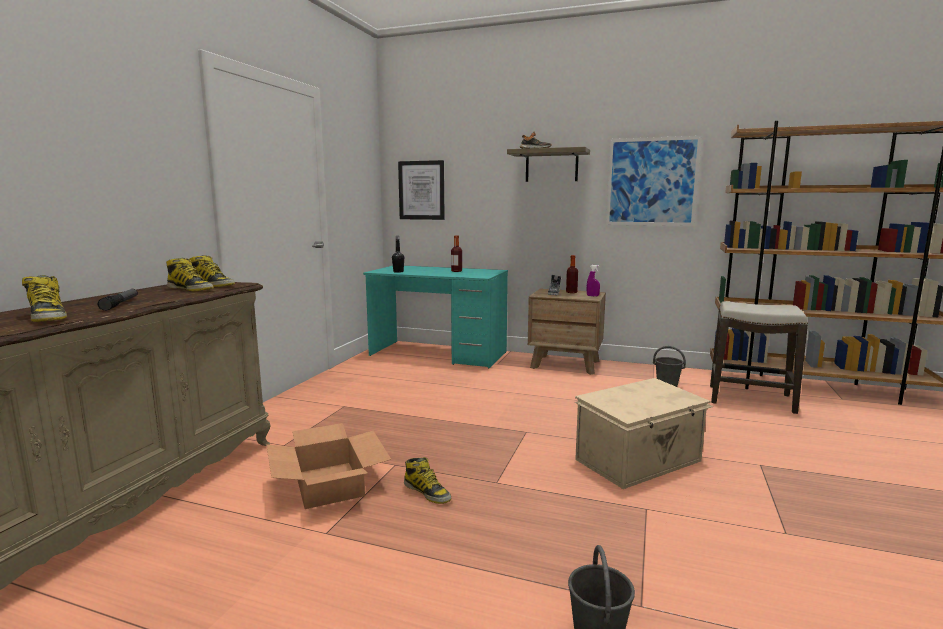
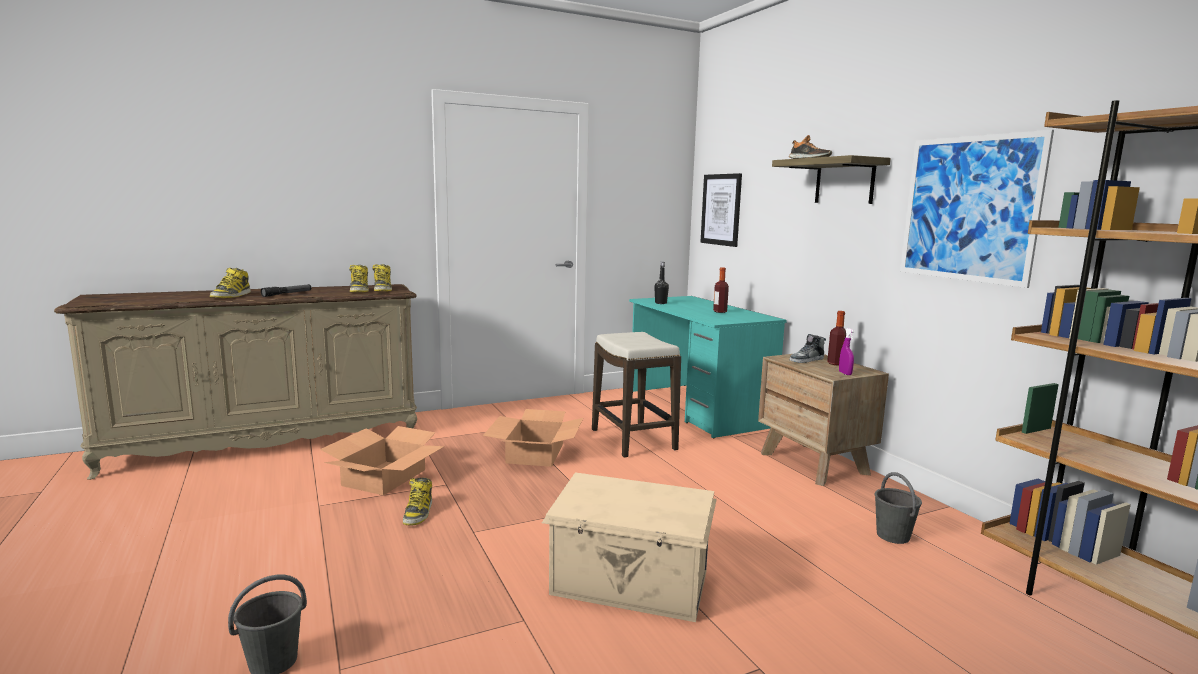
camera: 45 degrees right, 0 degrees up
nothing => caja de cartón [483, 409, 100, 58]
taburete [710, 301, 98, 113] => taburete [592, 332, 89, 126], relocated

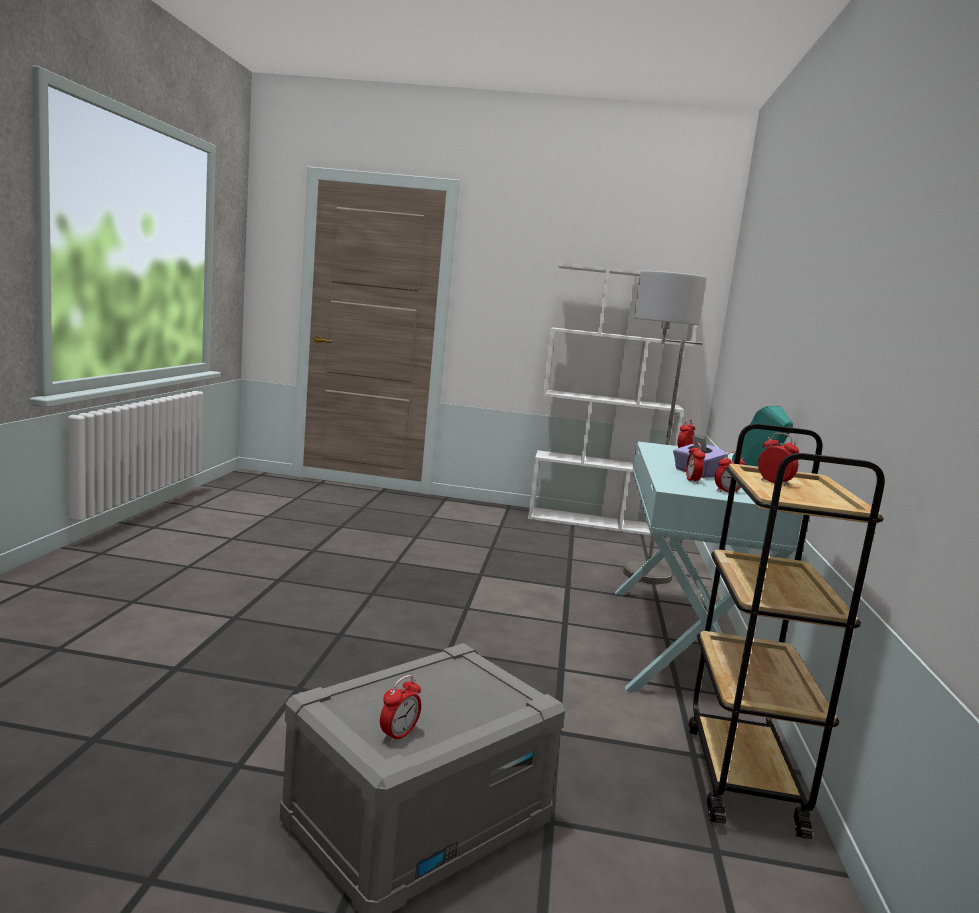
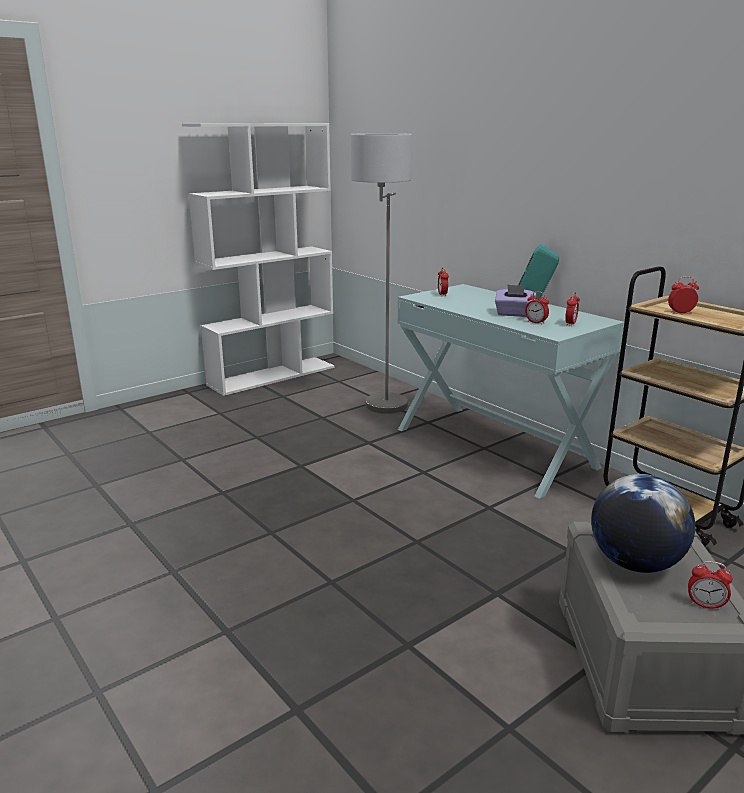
camera: 45 degrees left, 10 degrees up
nothing => globo terráqueo [591, 474, 104, 99]
despertador [380, 675, 41, 69] => despertador [688, 561, 45, 49], 120 degrees clockwise

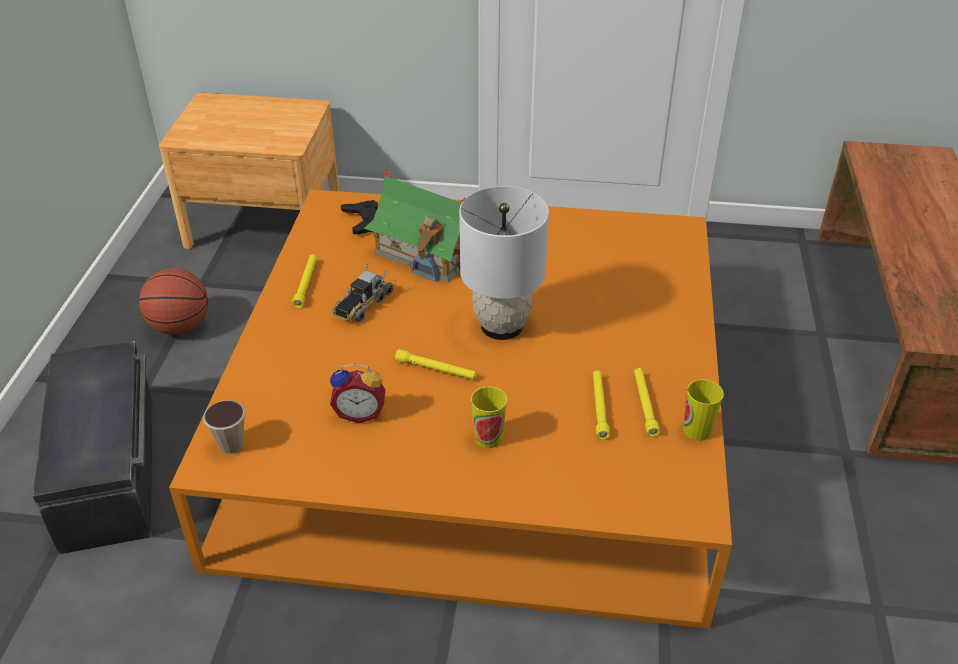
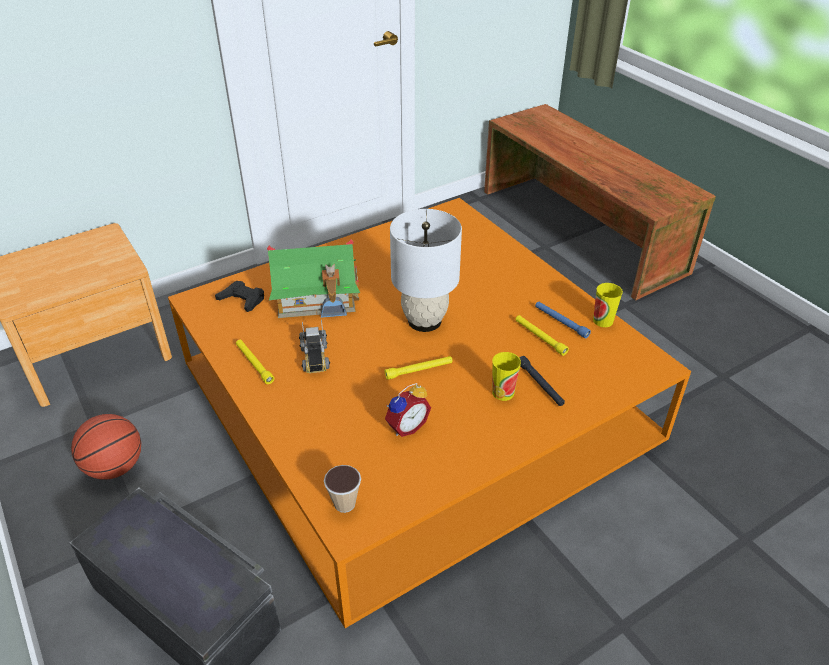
camera: 40 degrees left, 0 degrees up
nothing => linterna (negro) [519, 356, 46, 50]
linterna (amarillo) [634, 368, 26, 69] => linterna (azul) [535, 302, 56, 37]

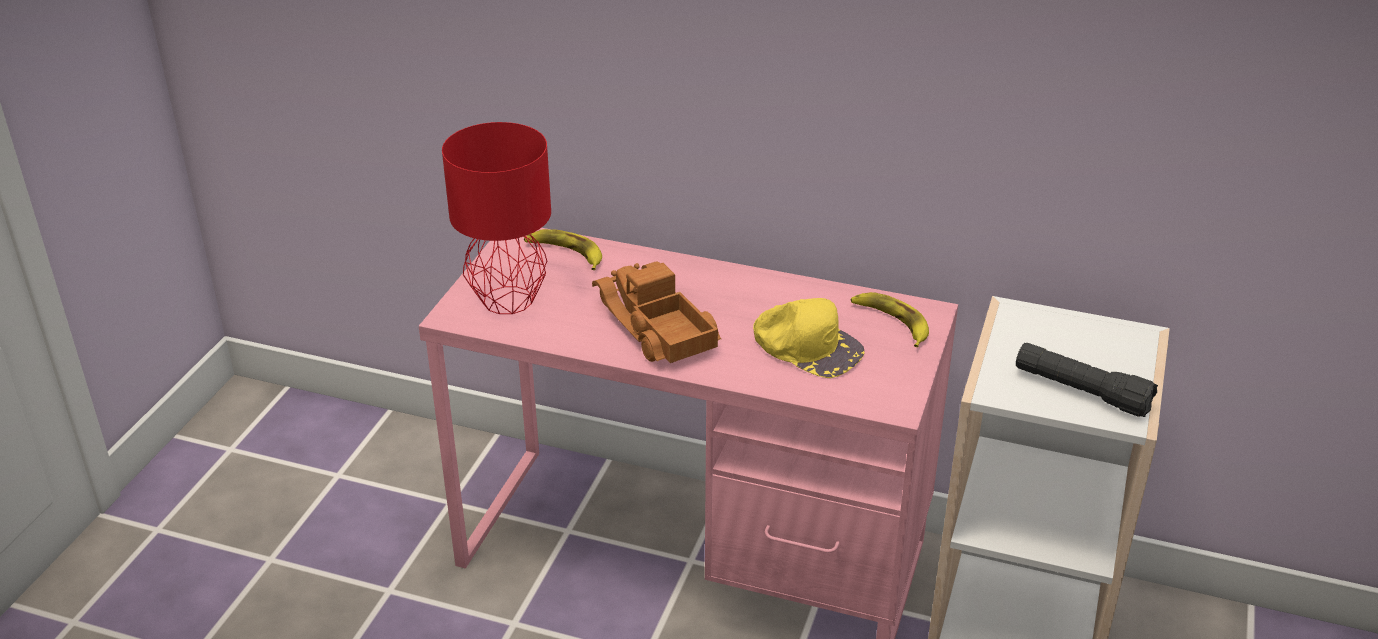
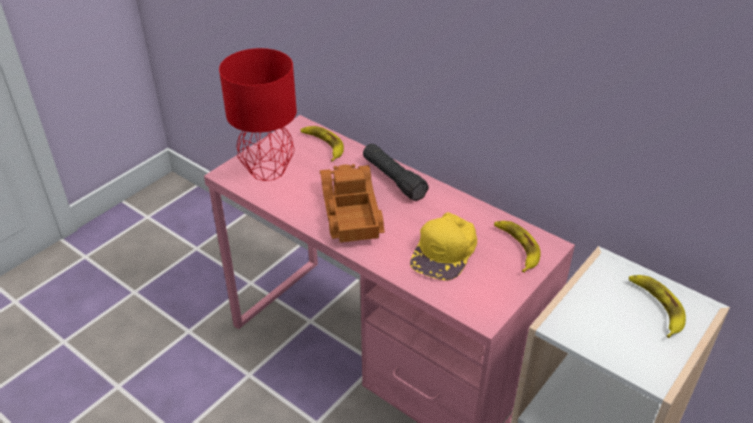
camera: 20 degrees right, 5 degrees up
nothing => plátano [629, 275, 57, 63]
linterna (negro) [1016, 343, 142, 74] => linterna (negro) [363, 144, 66, 57], relocated
gorra (amarillo) [753, 298, 112, 80] => gorra (amarillo) [410, 212, 67, 68], 60 degrees clockwise

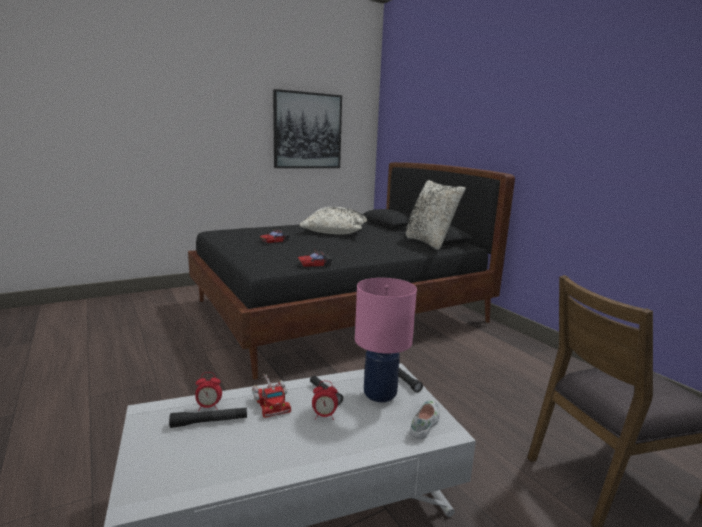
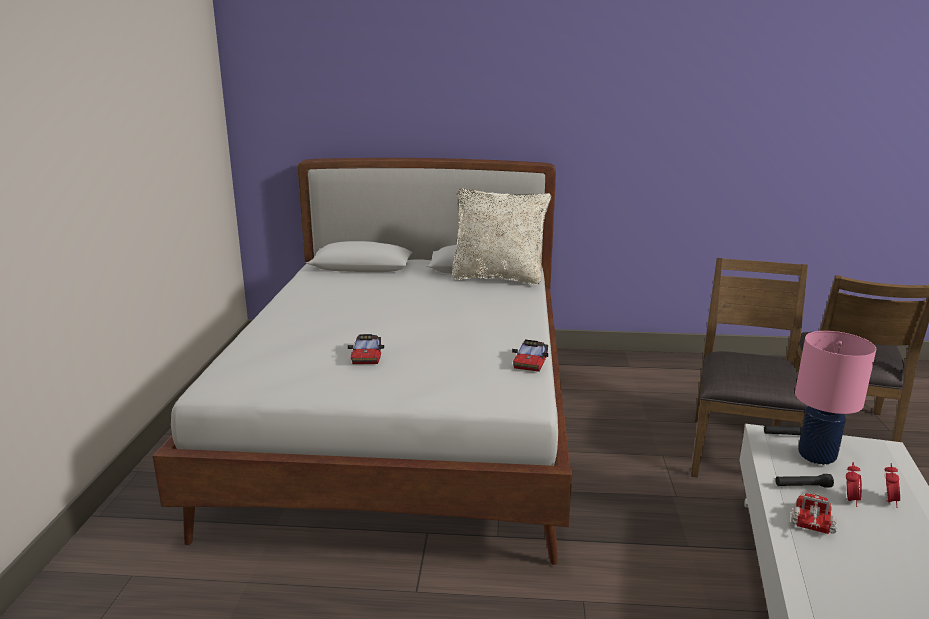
camera: 55 degrees left, 5 degrees up
linterna (negro) [169, 407, 78, 21] => nothing
cuadro [273, 89, 69, 79] => nothing
cojín (beis) [299, 207, 68, 27] => nothing
zapato (blanco) [410, 400, 30, 40] => nothing
nothing => silla (marrón) [691, 258, 117, 220]
despertador [195, 372, 27, 39] => despertador [885, 463, 15, 45], relocated
cama (negro) [188, 162, 327, 218] => cama (blanco) [152, 158, 420, 407]
camión de juguete [252, 373, 39, 45] => camión de juguete [791, 493, 46, 41], 75 degrees counterclockwise

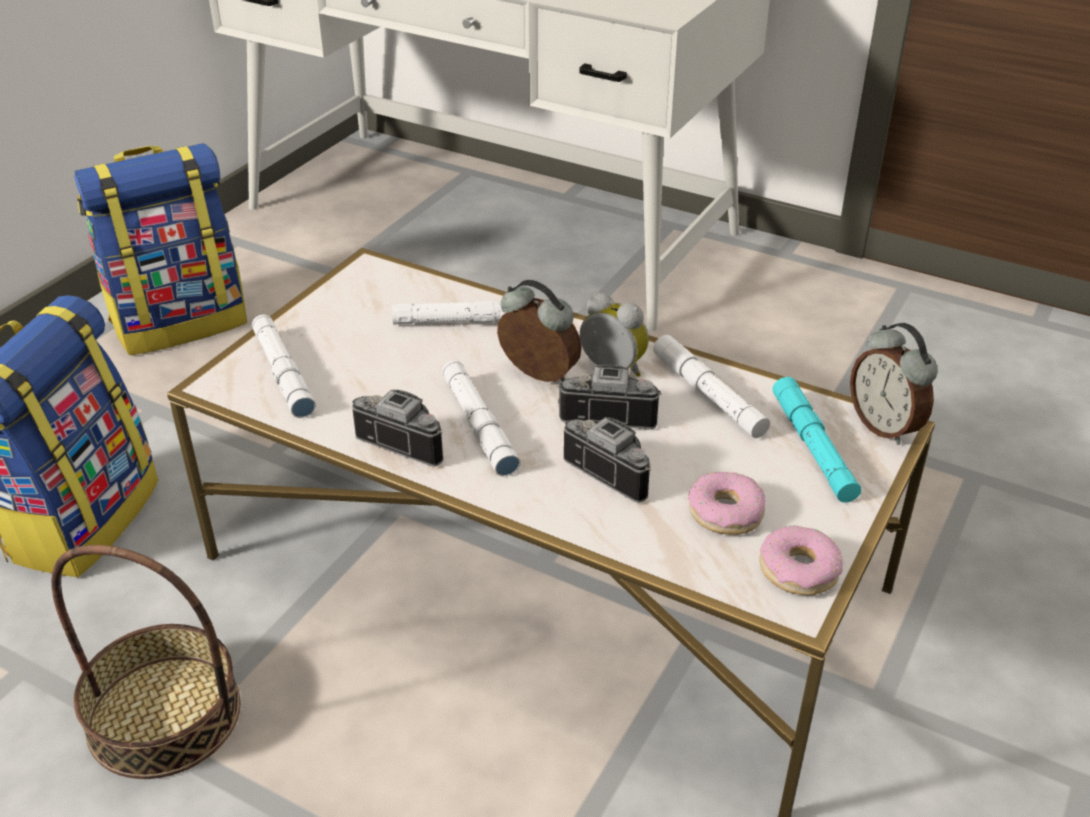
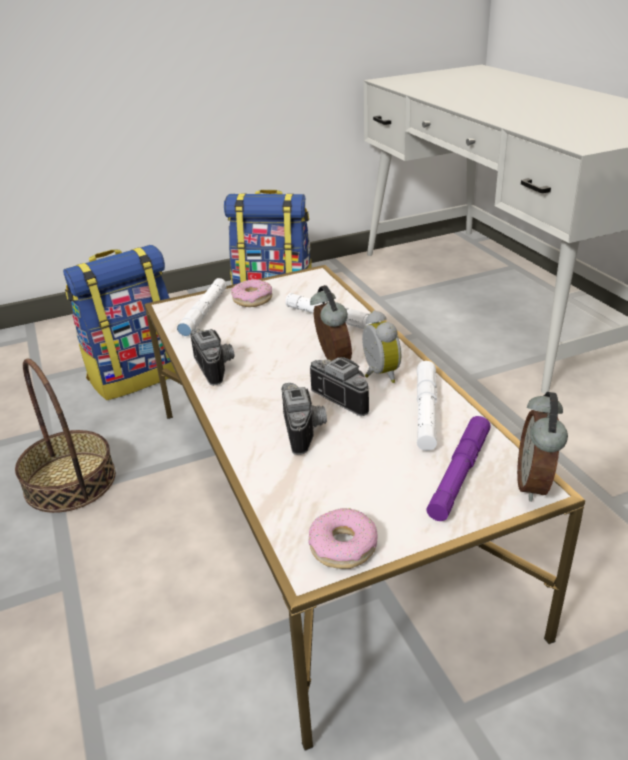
camera: 40 degrees right, 5 degrees down
linterna (blanco) [442, 360, 79, 117] => nothing
rosquilla [688, 472, 78, 63] => rosquilla [231, 279, 41, 28], relocated
linterna (turquesa) [773, 377, 89, 126] => linterna (morado) [426, 416, 65, 105]

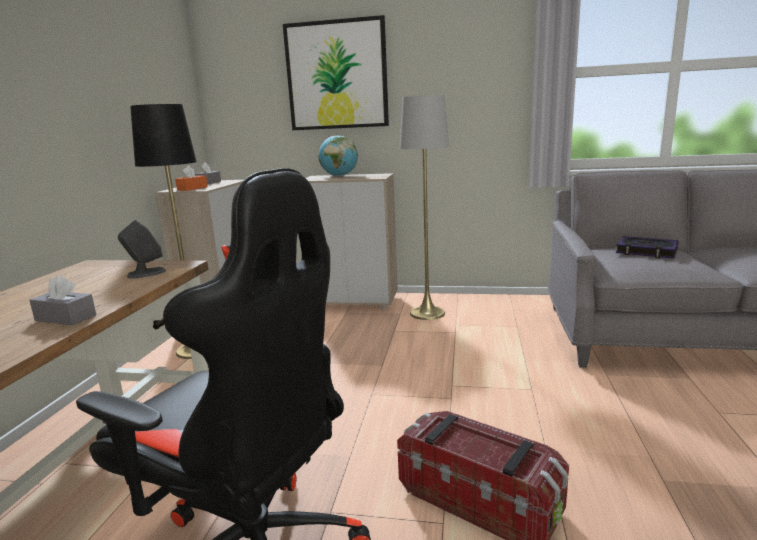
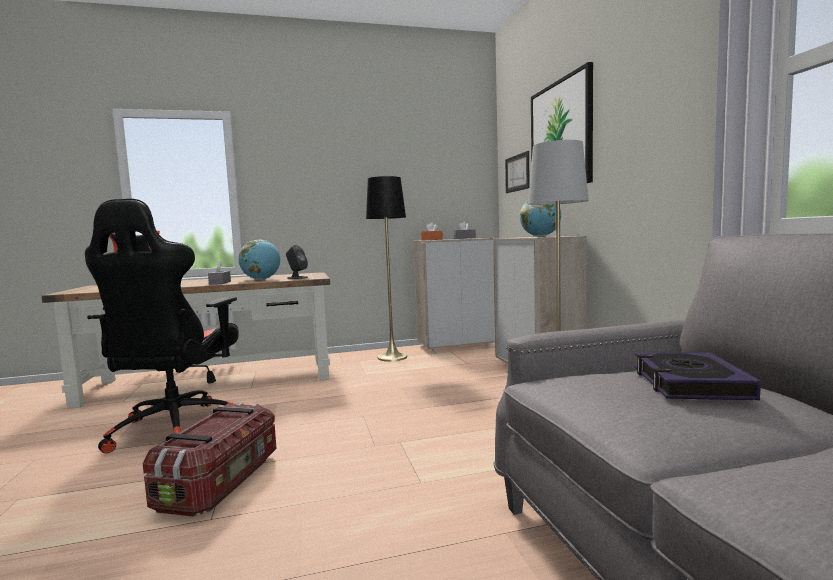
camera: 65 degrees right, 10 degrees down
nothing => globo terráqueo [239, 240, 41, 40]
nothing => cuadro [505, 151, 25, 42]

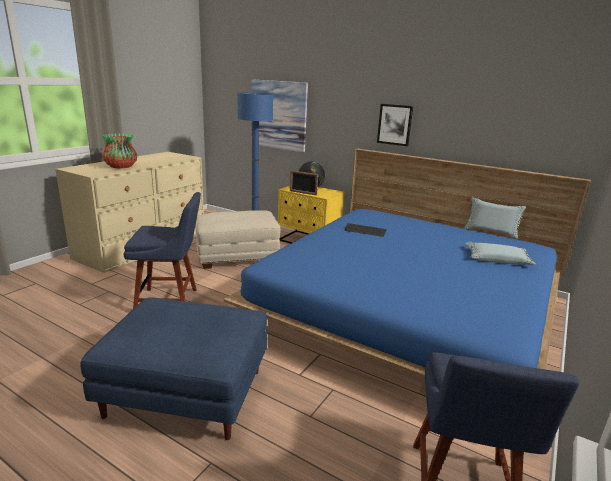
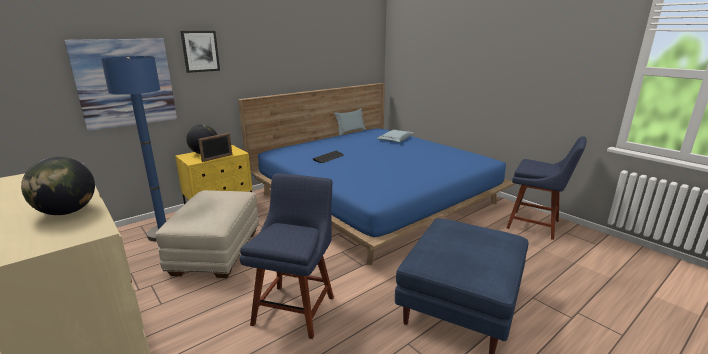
camera: 70 degrees left, 0 degrees up
cuadro [377, 104, 36, 42] => cuadro [180, 31, 40, 42], relocated
florero [102, 133, 35, 35] => globo terráqueo [21, 157, 74, 58]

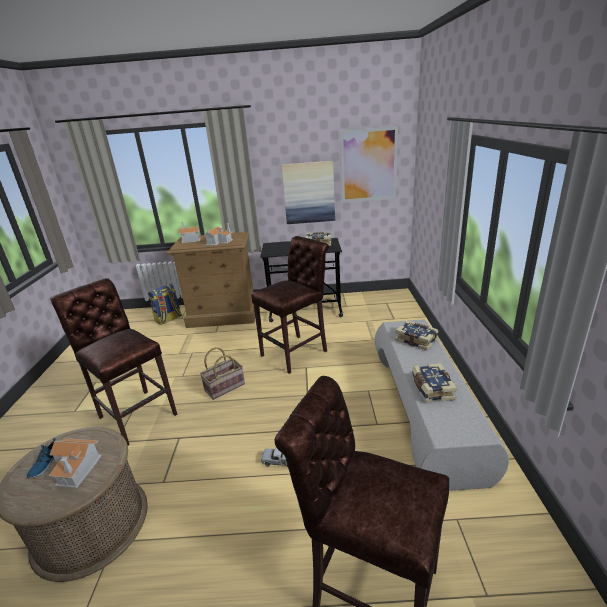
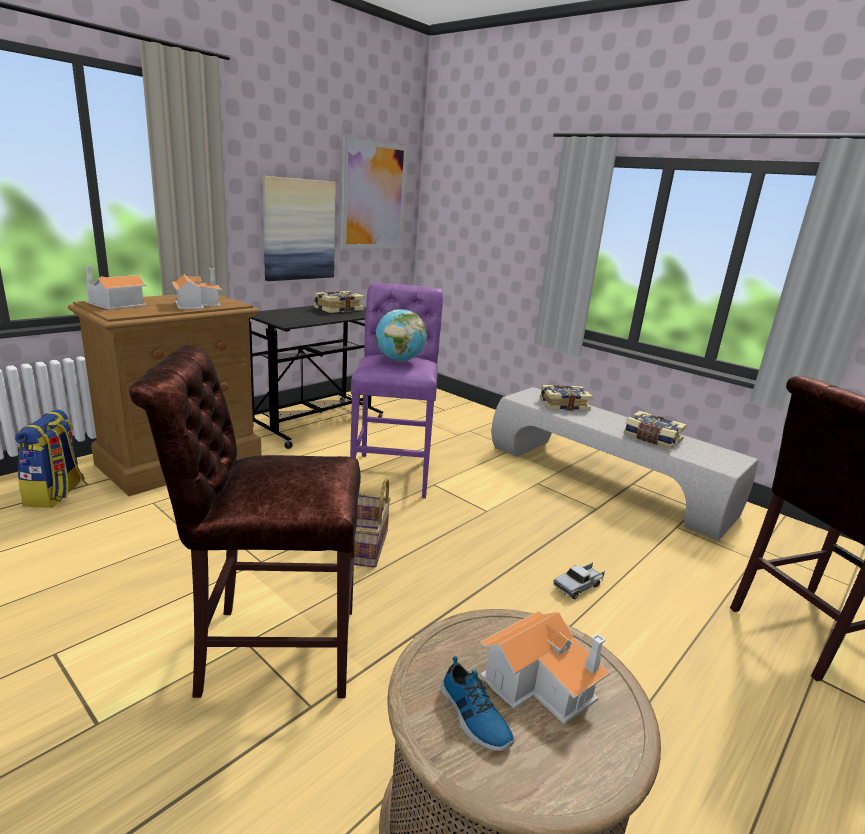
camera: 50 degrees left, 5 degrees down
nothing => globo terráqueo [375, 309, 52, 52]
taburete (marrón) [251, 236, 78, 138] => taburete (morado) [350, 283, 93, 215]

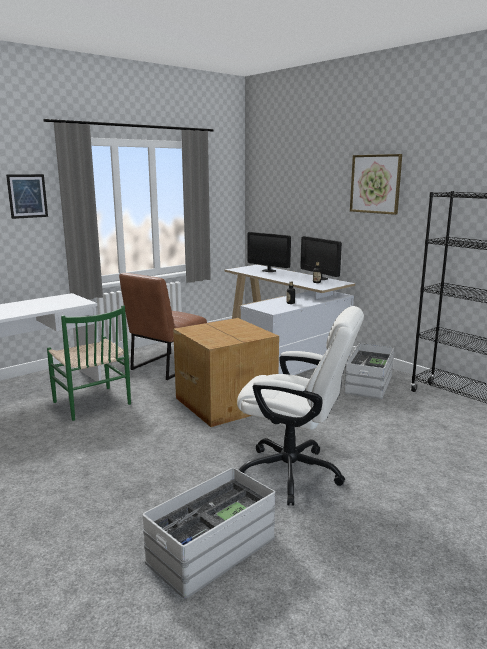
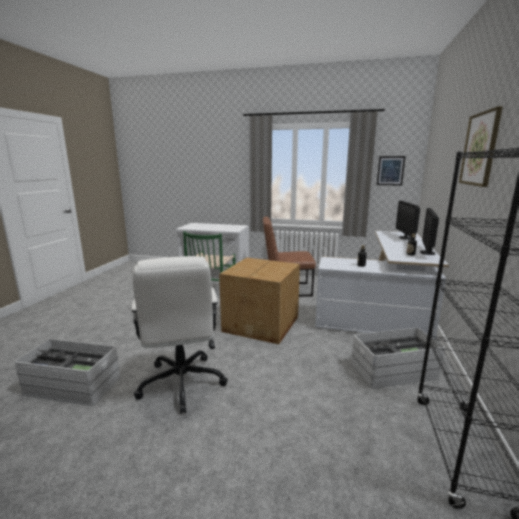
camera: 55 degrees right, 0 degrees up
cuadro [6, 174, 42, 45] => cuadro [377, 156, 29, 30], relocated

